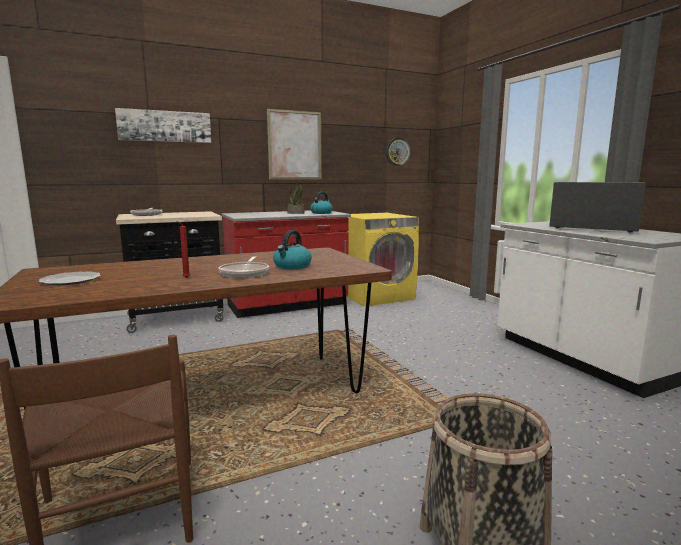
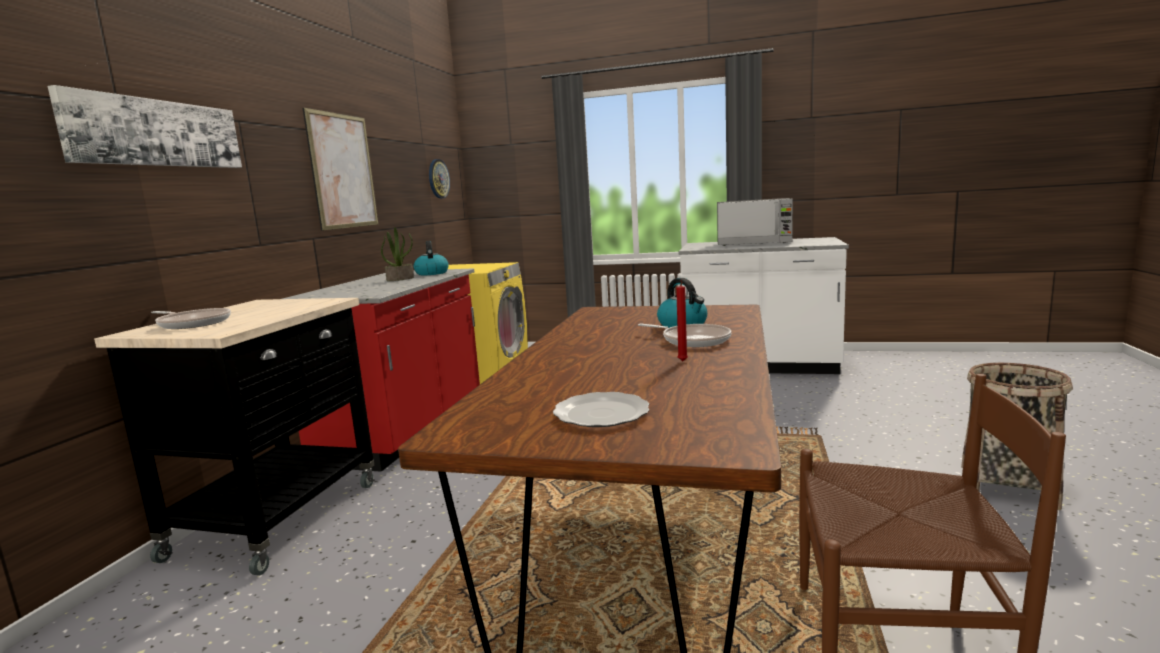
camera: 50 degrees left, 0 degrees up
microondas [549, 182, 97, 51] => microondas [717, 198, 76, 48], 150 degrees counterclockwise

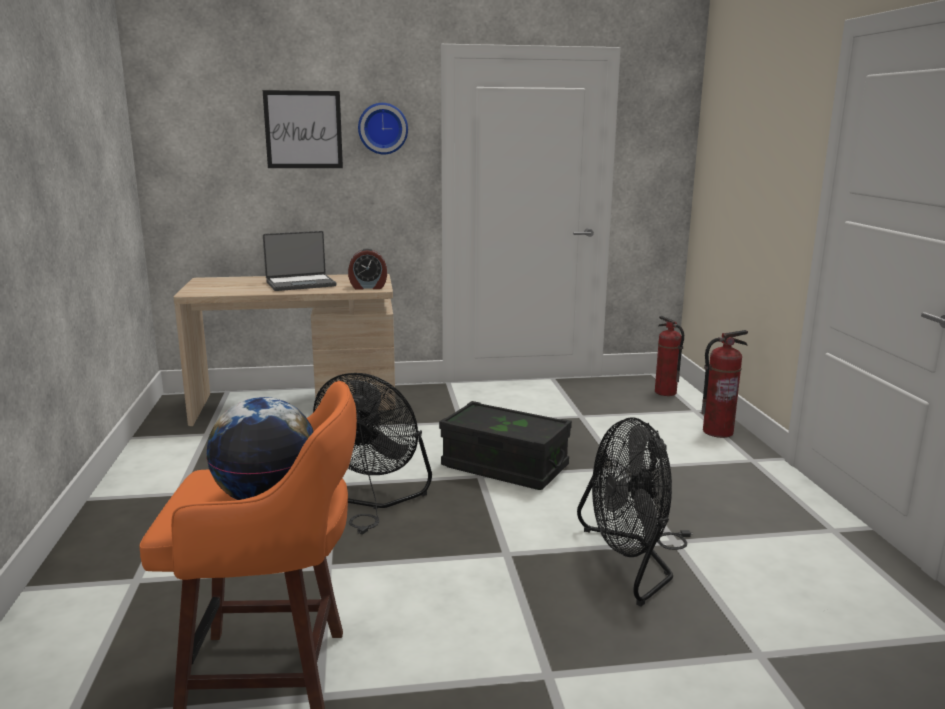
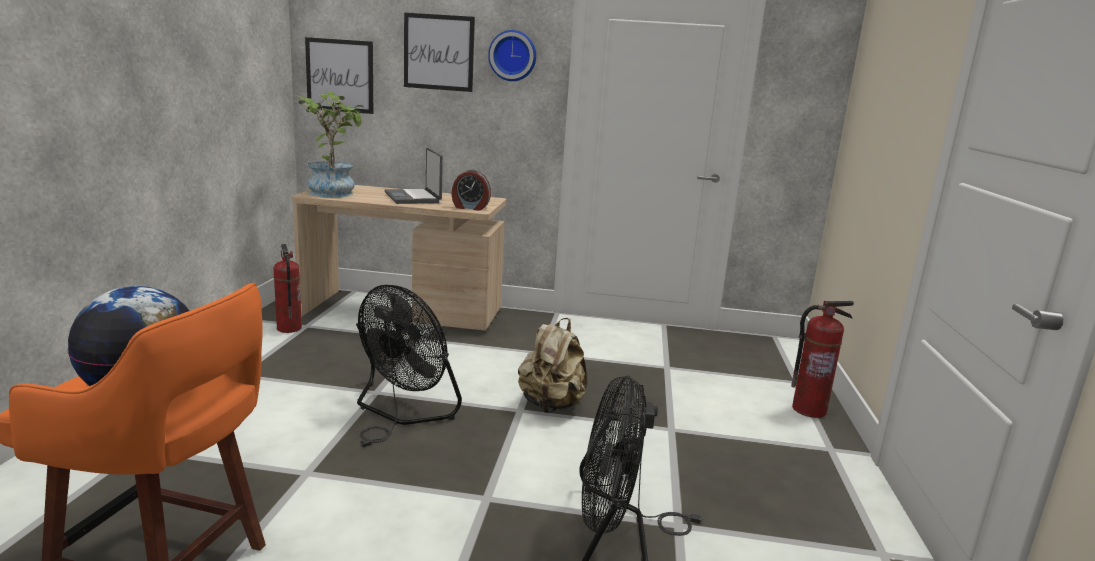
camera: 15 degrees right, 0 degrees up
nothing => planta en maceta [296, 92, 68, 105]
nothing => cuadro [305, 37, 68, 77]
extintor [655, 316, 29, 80] => extintor [274, 244, 28, 89], relocated
caja de almacenaje (negro) [439, 401, 133, 89] => mochila (beis) [518, 318, 69, 95]
portátil [263, 231, 73, 60] => portátil [384, 148, 59, 56], 75 degrees clockwise

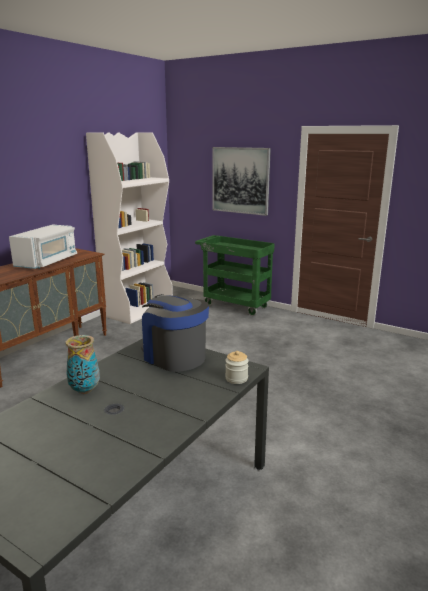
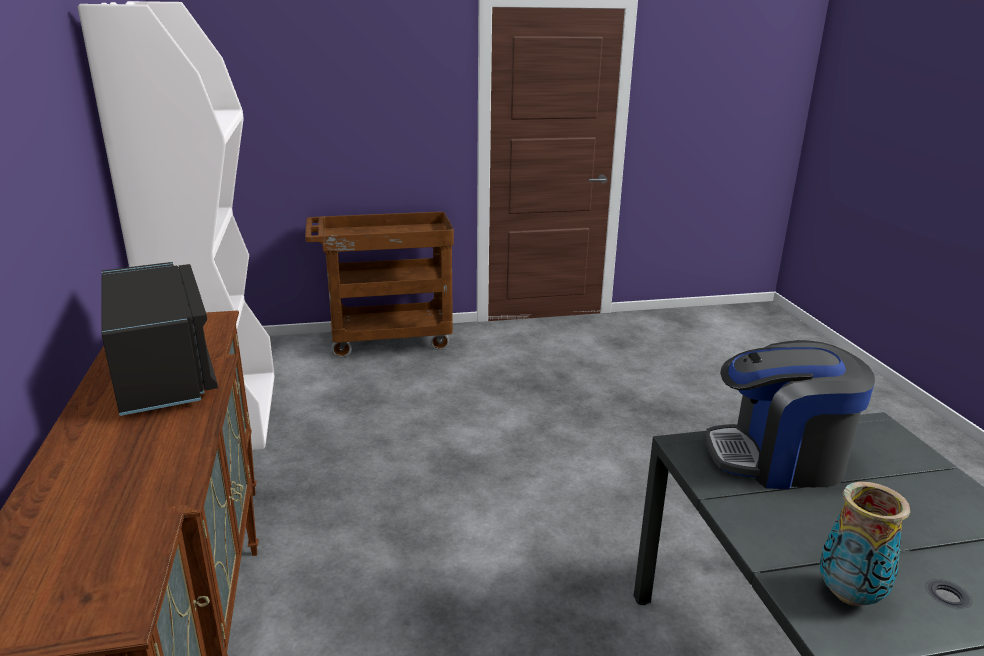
camera: 45 degrees left, 5 degrees up
cuadro [213, 147, 58, 69] => nothing
tarro [225, 351, 24, 33] => nothing
microondas (blanco) [9, 225, 68, 44] => microondas (negro) [101, 262, 117, 154]
carrito (verde) [195, 235, 79, 81] => carrito (marrón) [305, 212, 149, 145]

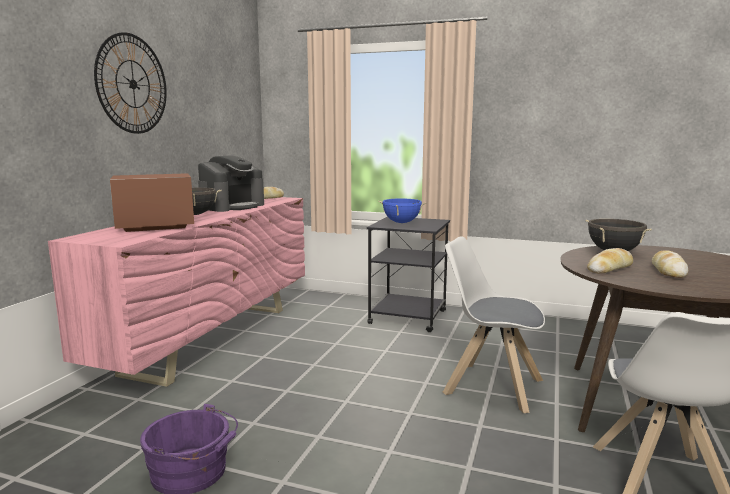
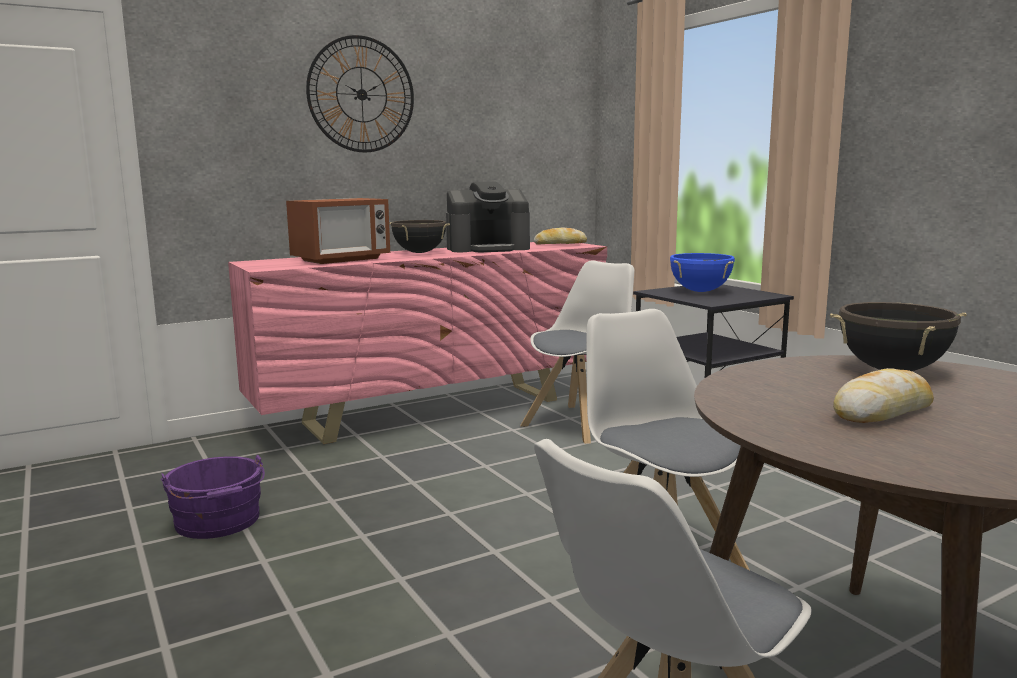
camera: 40 degrees right, 0 degrees up
pan [587, 248, 46, 26] => nothing
nothing => silla [520, 260, 114, 184]
microondas [110, 173, 84, 59] => microondas [286, 198, 104, 66], 120 degrees clockwise

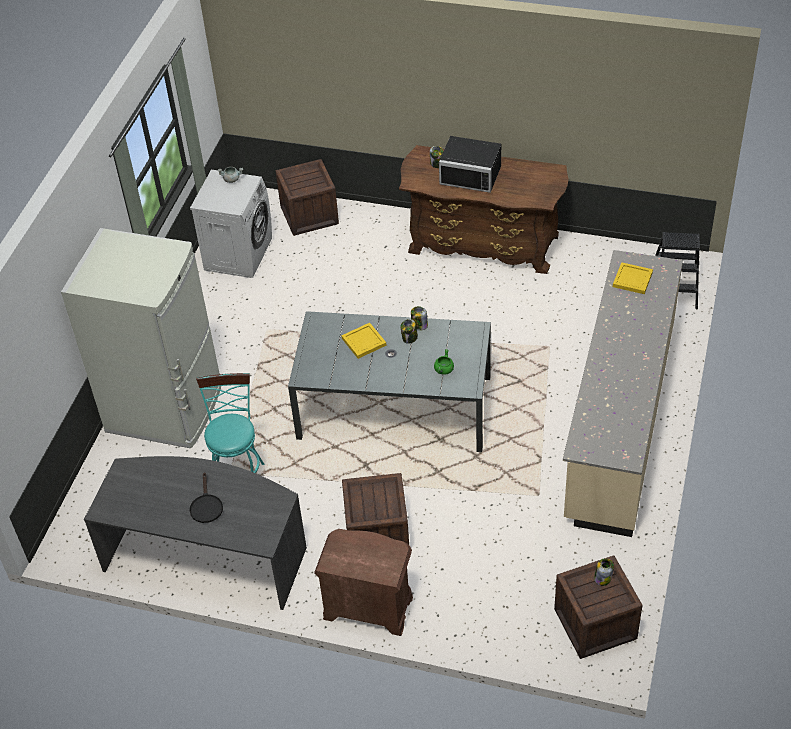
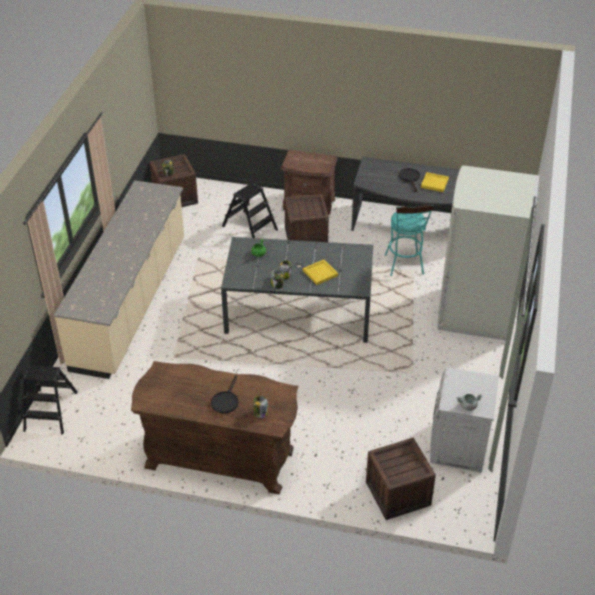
camera: 175 degrees right, 5 degrees down
nothing => escalera de tijera (negro) [222, 182, 56, 56]
bandeja (amarillo) [613, 262, 40, 32] => bandeja (amarillo) [421, 172, 28, 20], relocated
microondas (negro) [439, 136, 62, 57] => sartén (negro) [211, 375, 28, 38]

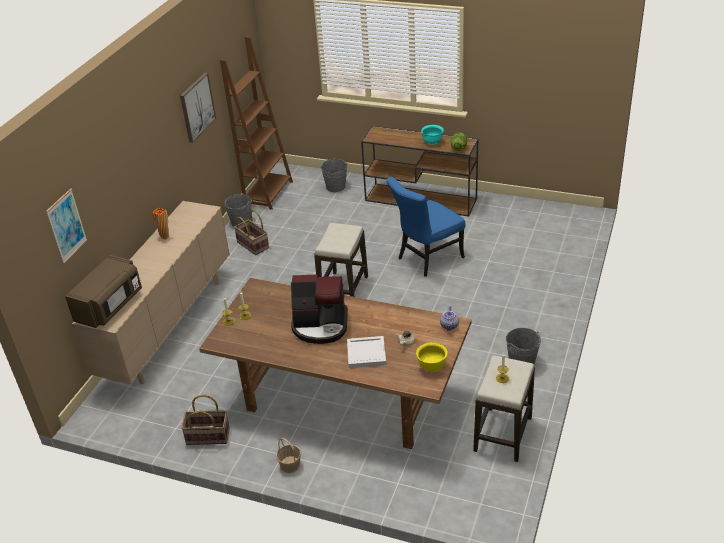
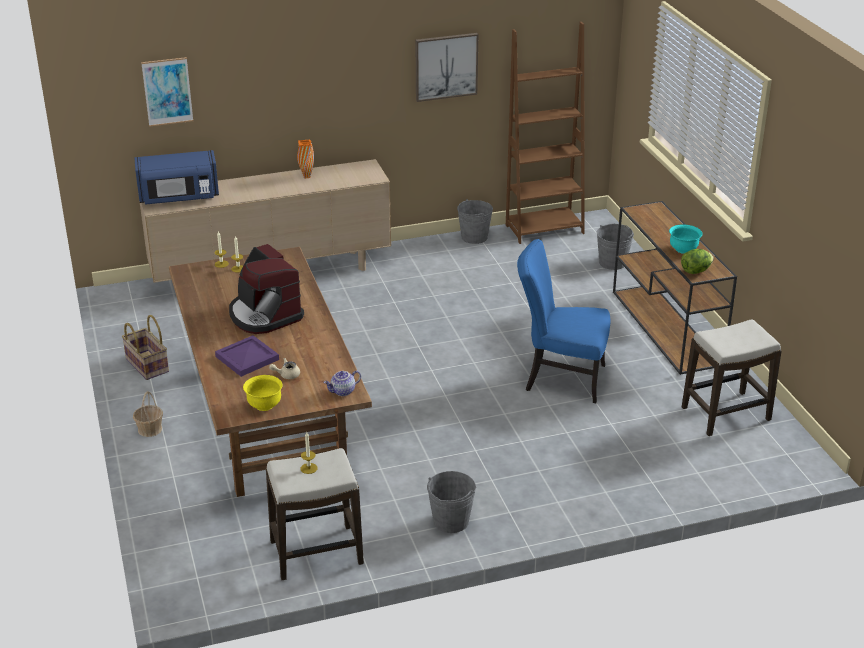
camera: 50 degrees right, 5 degrees down
cesta [234, 210, 35, 45] => nothing
taburete [314, 223, 54, 74] => taburete [682, 319, 99, 117], relocated
microondas (marrón) [65, 255, 77, 73] => microondas (azul) [135, 150, 84, 55]
bandeja (blanco) [347, 336, 39, 32] => bandeja (morado) [215, 335, 64, 42]

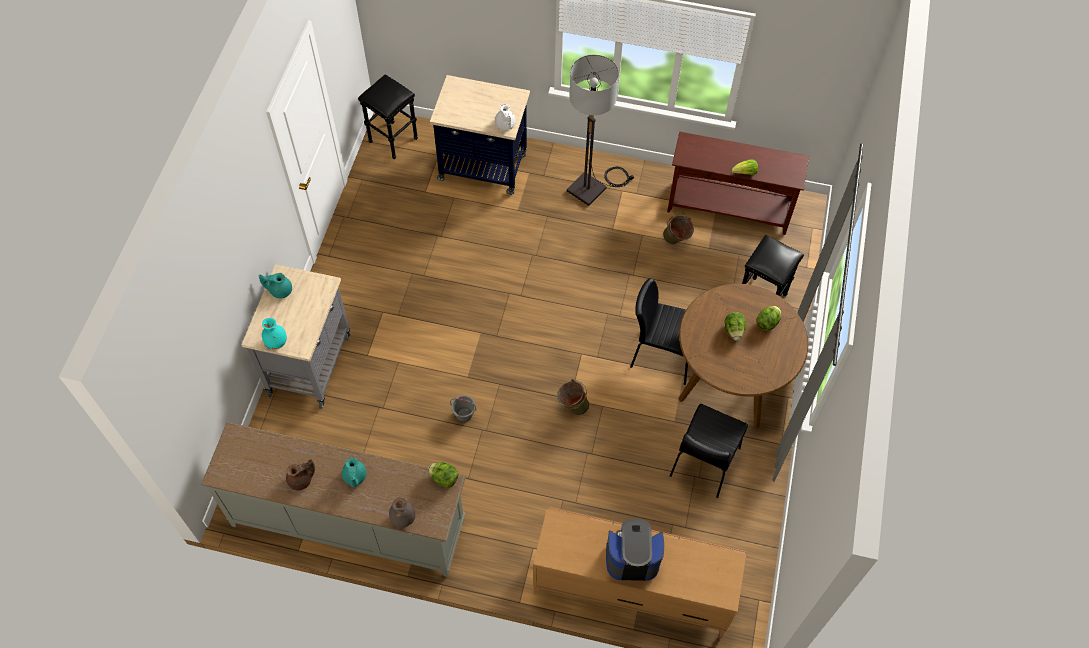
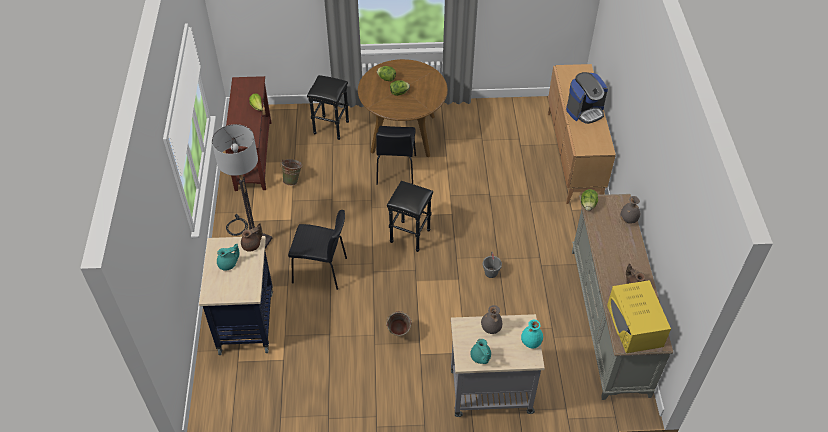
camera: 105 degrees left, 10 degrees down
nothing => florero (gris) [481, 305, 21, 29]
nothing => microondas (amarillo) [607, 280, 64, 73]
tetera (turquesa) [342, 457, 25, 30] => tetera (turquesa) [217, 244, 22, 27], relocated
taburete (negro) [358, 75, 60, 84] => taburete (negro) [387, 181, 46, 71], relocated
cubo (verde) [557, 379, 33, 37] => cubo (verde) [386, 311, 26, 25], relocated
silla (negro) [670, 404, 78, 94] => silla (negro) [288, 210, 59, 80], relocated
tetera (blanco) [495, 104, 20, 26] => tetera (marrón) [241, 223, 21, 29]
cafetera [606, 518, 58, 63] => cafetera [566, 72, 42, 52], 105 degrees counterclockwise

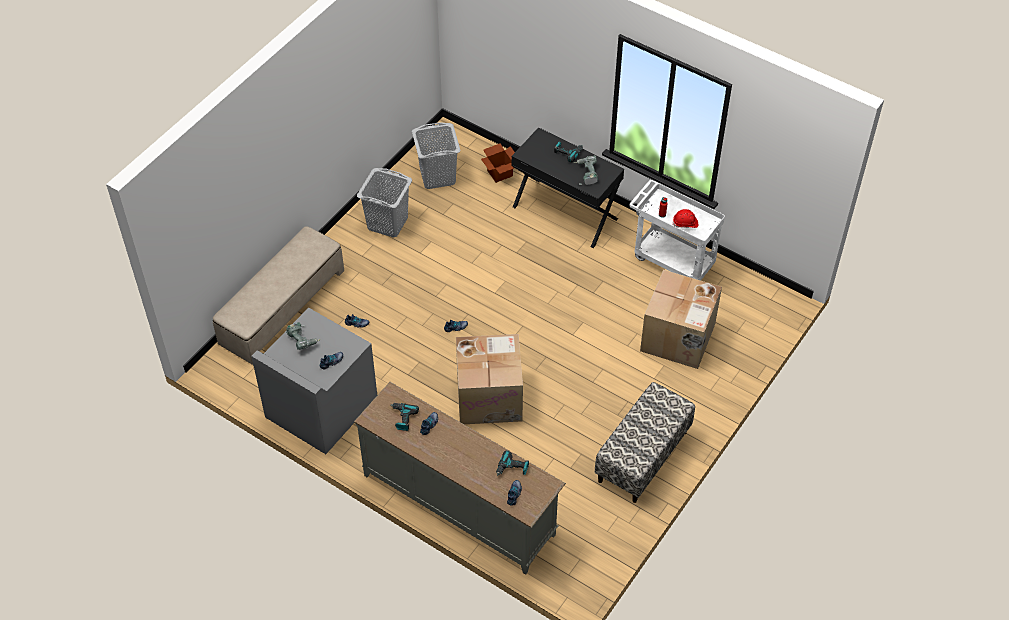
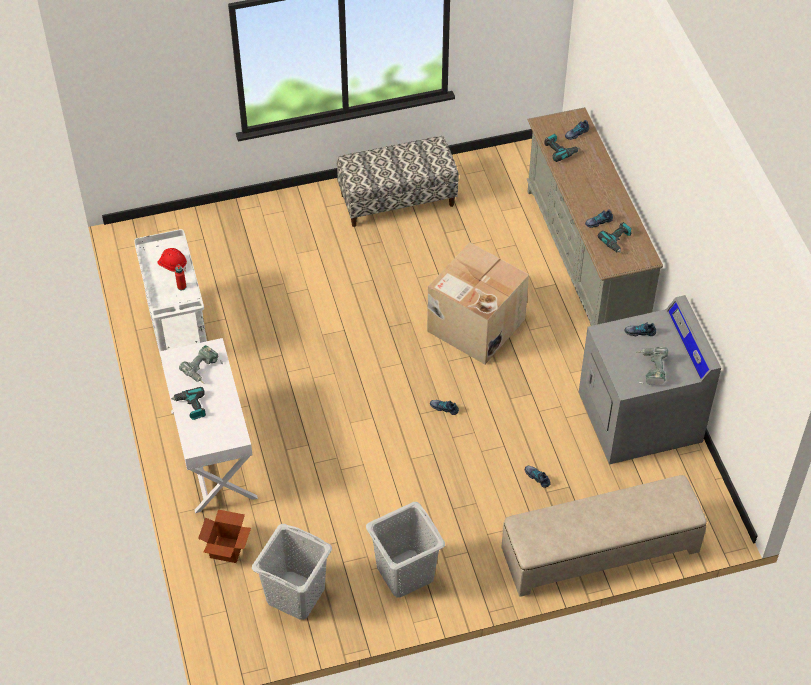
camera: 140 degrees left, 0 degrees up
caja de cartón [640, 270, 82, 99] => nothing
escritorio (negro) [512, 127, 112, 121] => escritorio (blanco) [160, 338, 98, 175]

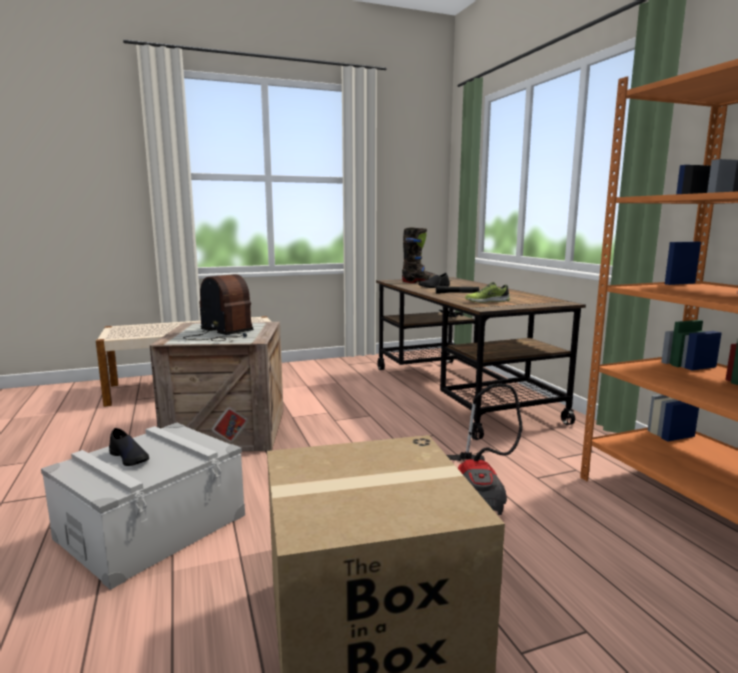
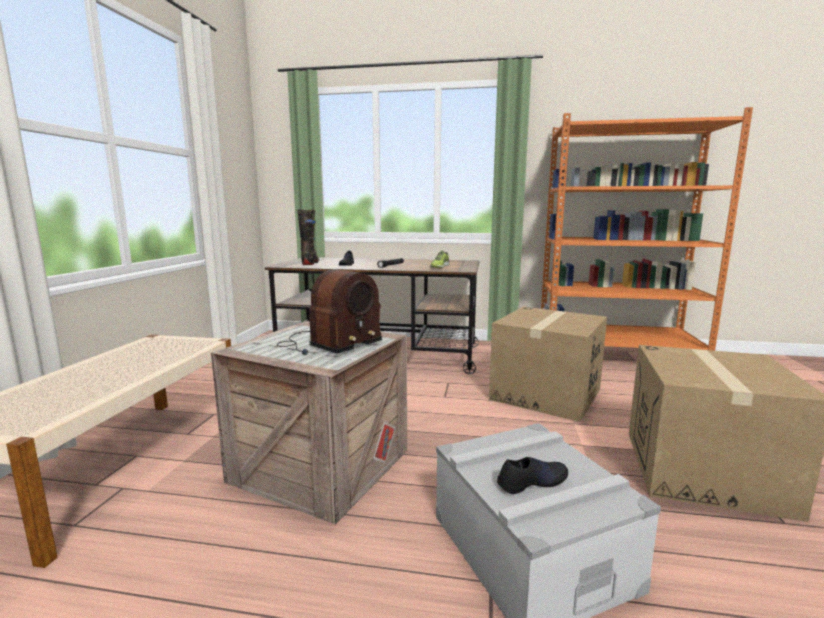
camera: 60 degrees left, 0 degrees up
aspiradora [447, 384, 75, 131] => caja de cartón [489, 307, 118, 115]
radio [183, 274, 71, 67] => radio [277, 269, 105, 86], 150 degrees clockwise

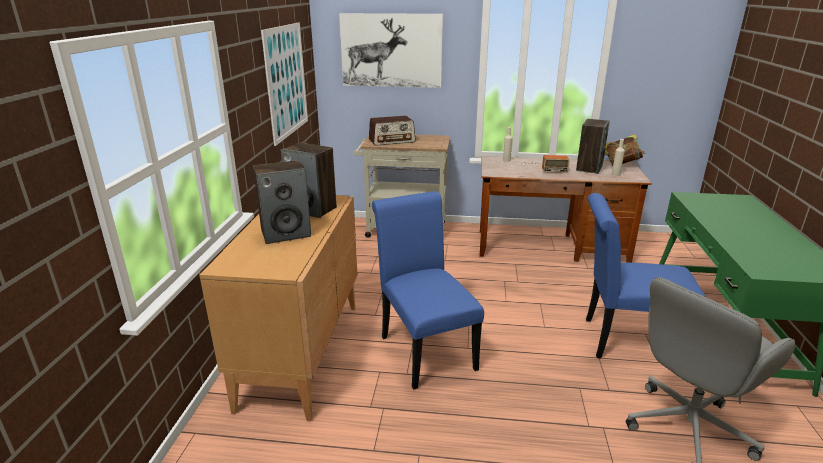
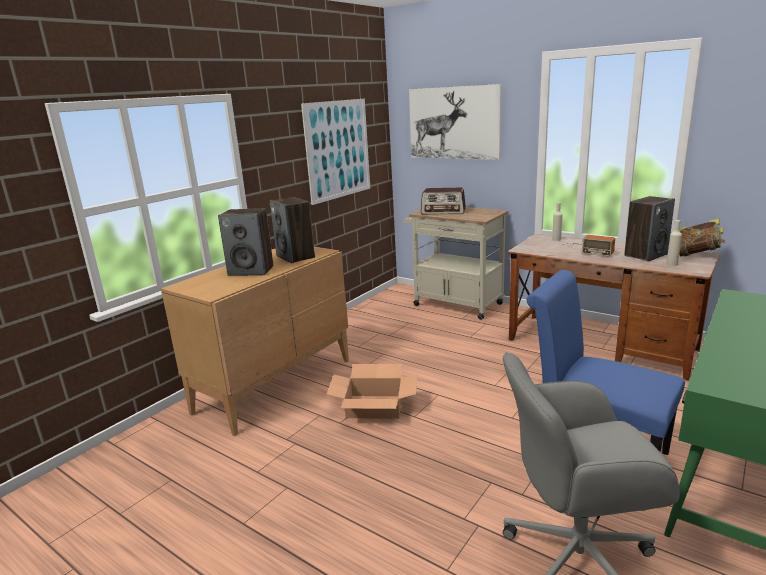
camera: 30 degrees right, 5 degrees down
silla (azul) [372, 191, 112, 198] => caja de cartón [327, 364, 91, 55]

